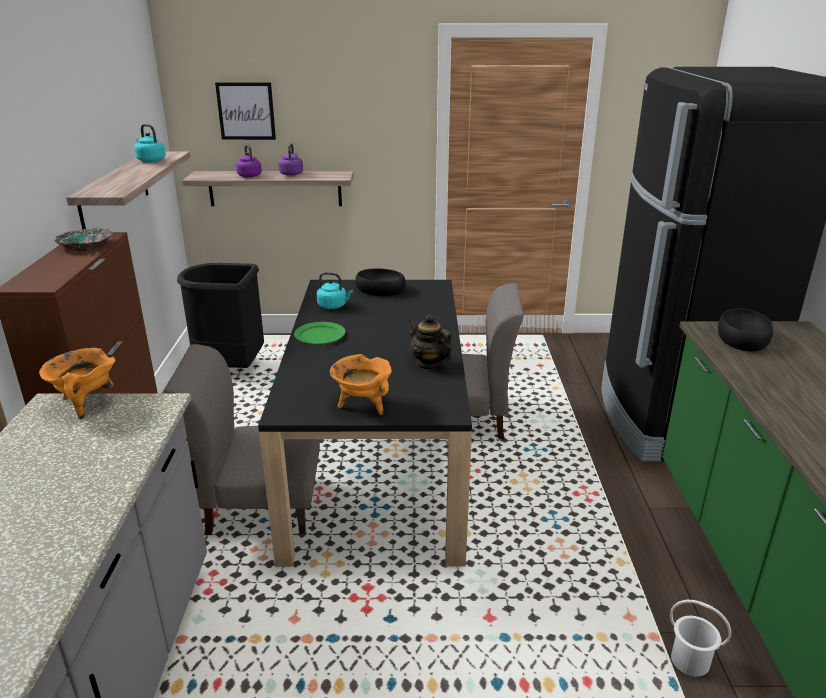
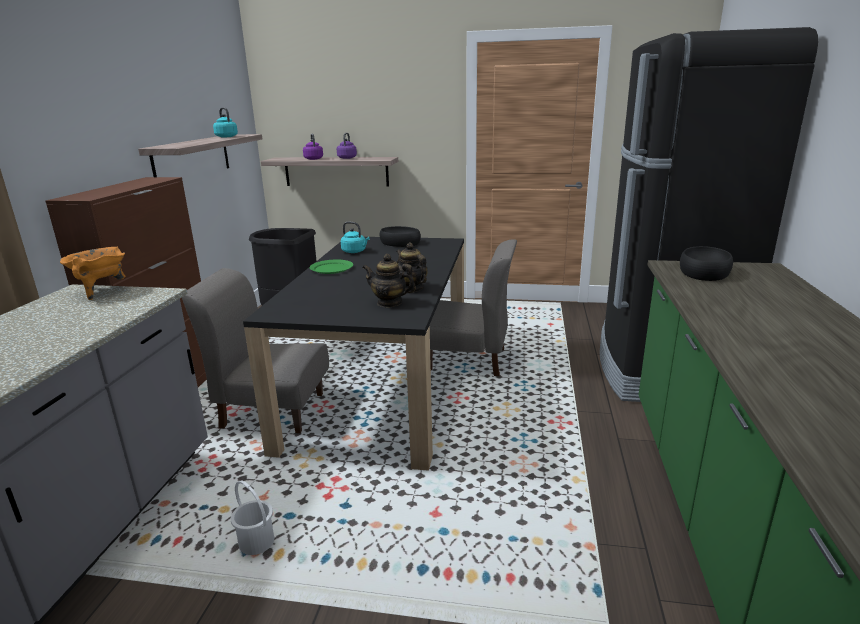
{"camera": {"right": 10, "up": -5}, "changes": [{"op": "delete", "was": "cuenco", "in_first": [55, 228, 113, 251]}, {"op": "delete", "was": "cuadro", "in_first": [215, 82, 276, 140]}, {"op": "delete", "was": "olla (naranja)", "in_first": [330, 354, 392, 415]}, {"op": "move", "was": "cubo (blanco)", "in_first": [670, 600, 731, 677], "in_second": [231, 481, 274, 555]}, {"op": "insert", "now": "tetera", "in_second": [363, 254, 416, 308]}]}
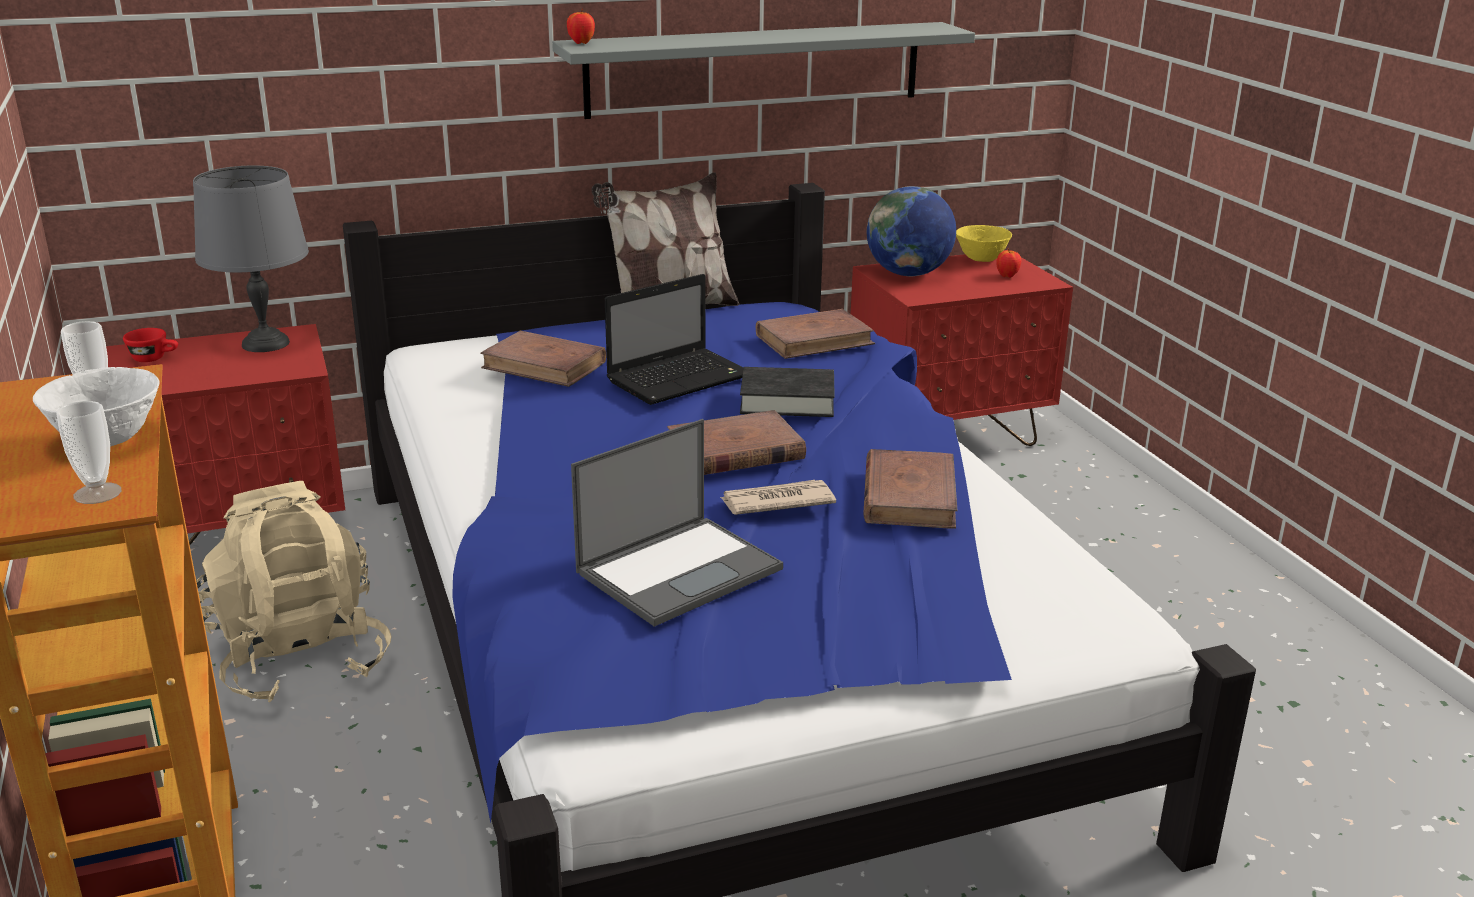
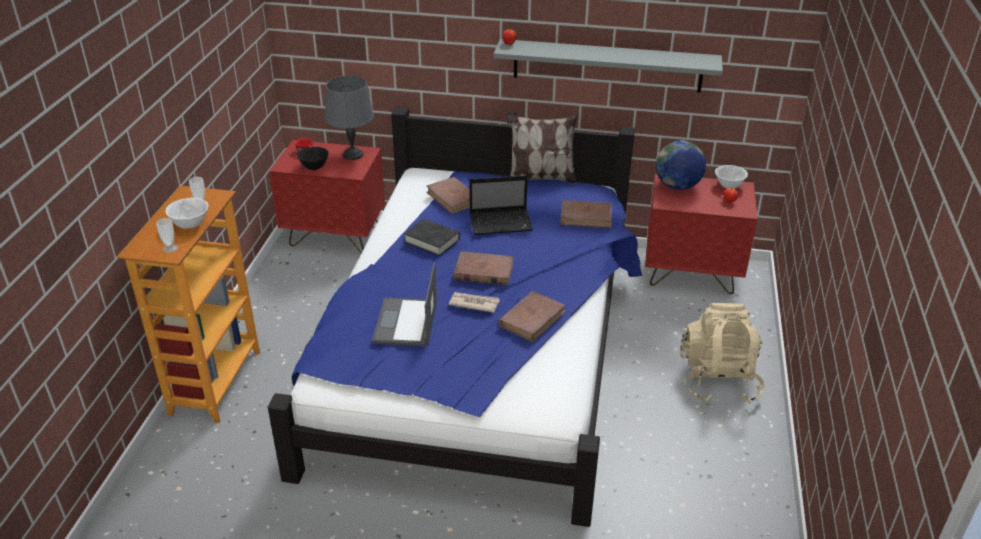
{"camera": {"right": 30, "up": 10}, "changes": [{"op": "move", "was": "mochila (beis)", "in_first": [196, 481, 392, 703], "in_second": [680, 303, 765, 404]}, {"op": "rotate", "was": "portátil", "in_first": [571, 419, 783, 627], "in_second": [372, 262, 437, 346], "clockwise": 105}, {"op": "move", "was": "libro (negro)", "in_first": [740, 367, 835, 417], "in_second": [404, 219, 460, 256]}, {"op": "recolor", "was": "cuenco (amarillo)", "now": "cuenco (blanco)", "in_first": [956, 225, 1012, 262], "in_second": [715, 165, 748, 189]}, {"op": "insert", "now": "cuenco (negro)", "in_second": [297, 147, 329, 170]}]}
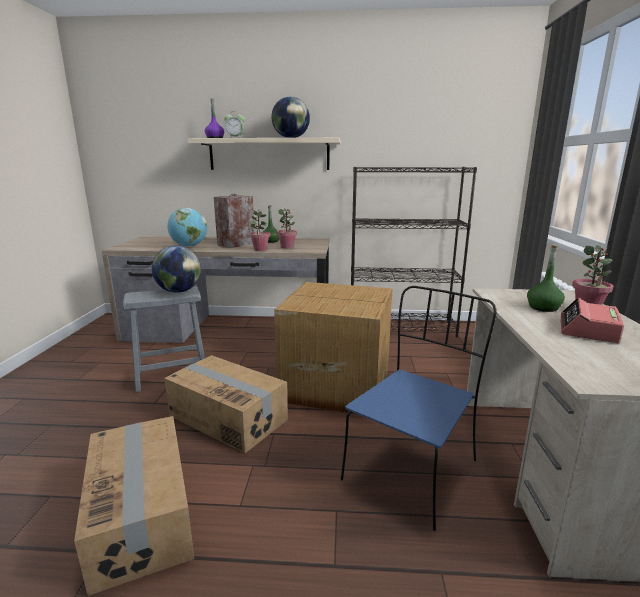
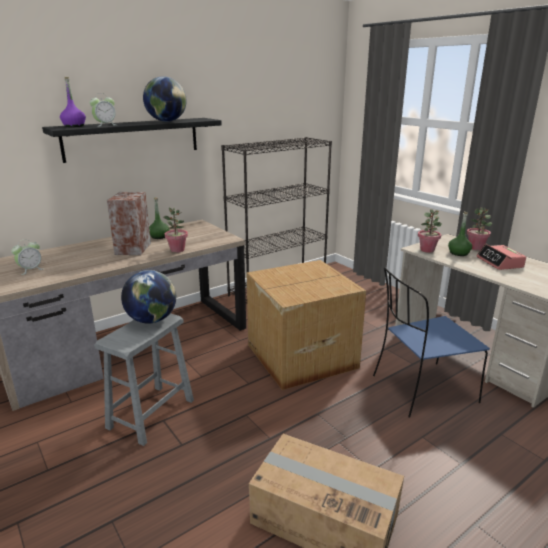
{"camera": {"right": -40, "up": 5}, "changes": [{"op": "delete", "was": "caja de cartón", "in_first": [164, 355, 288, 453]}, {"op": "delete", "was": "globo terráqueo", "in_first": [167, 208, 207, 247]}, {"op": "recolor", "was": "estante (beis)", "now": "estante (negro)", "in_first": [187, 138, 340, 170], "in_second": [42, 118, 222, 163]}, {"op": "move", "was": "planta en maceta", "in_first": [277, 208, 297, 249], "in_second": [418, 209, 442, 253]}, {"op": "rotate", "was": "silla (azul)", "in_first": [341, 286, 497, 531], "in_second": [373, 267, 490, 418], "clockwise": -105}, {"op": "insert", "now": "despertador", "in_second": [11, 239, 43, 275]}]}
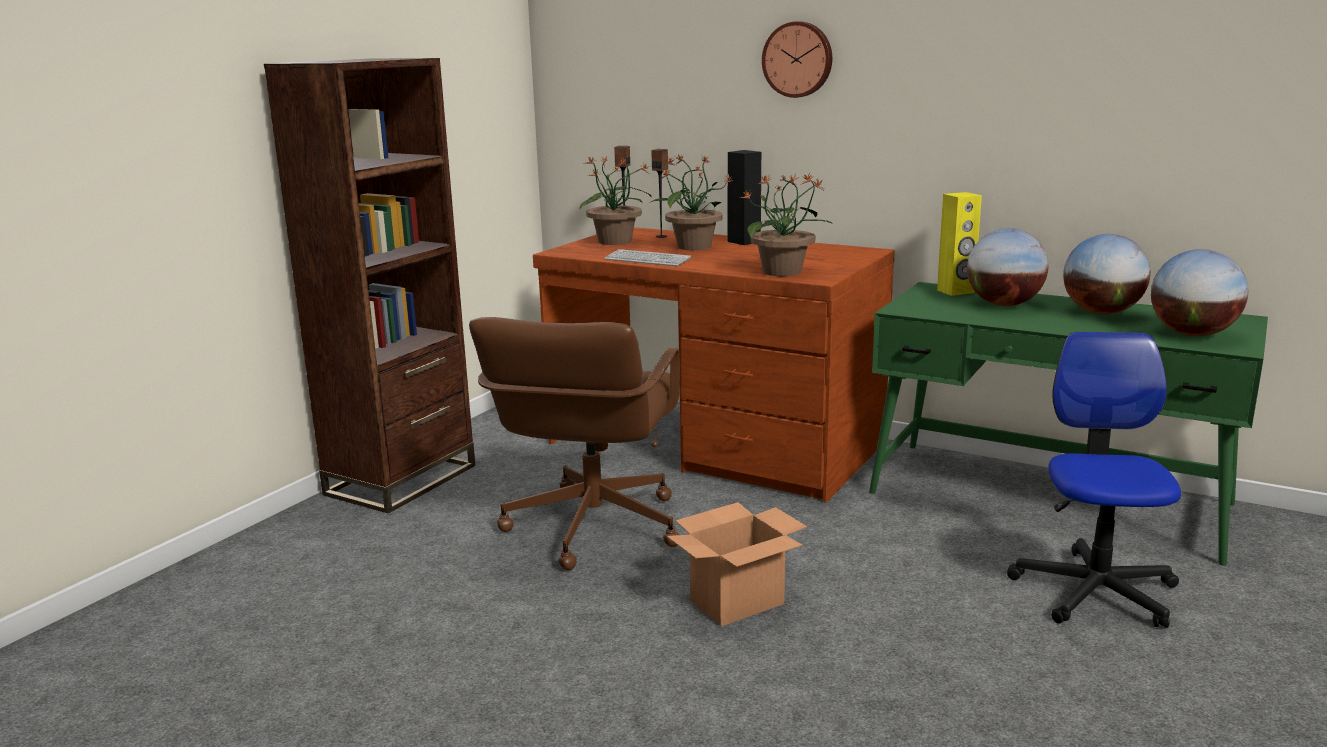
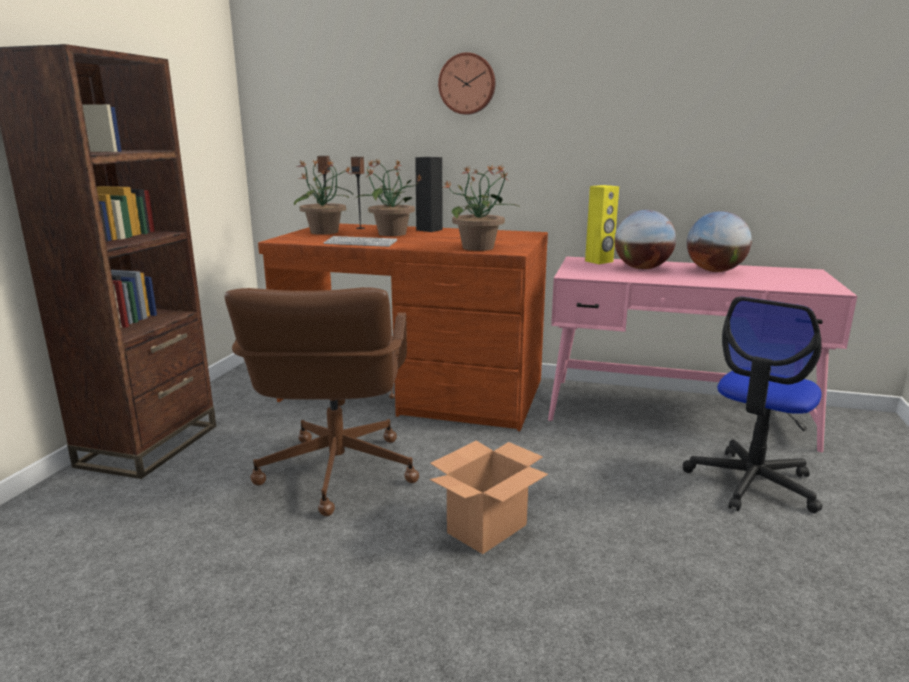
{"camera": {"right": -15, "up": 0}, "changes": [{"op": "recolor", "was": "escritorio (verde)", "now": "escritorio (rosa)", "in_first": [869, 282, 1268, 566], "in_second": [548, 256, 857, 452]}, {"op": "rotate", "was": "silla de oficina", "in_first": [1007, 332, 1181, 628], "in_second": [683, 297, 823, 513], "clockwise": -135}, {"op": "delete", "was": "globo terráqueo", "in_first": [1151, 249, 1248, 336]}]}
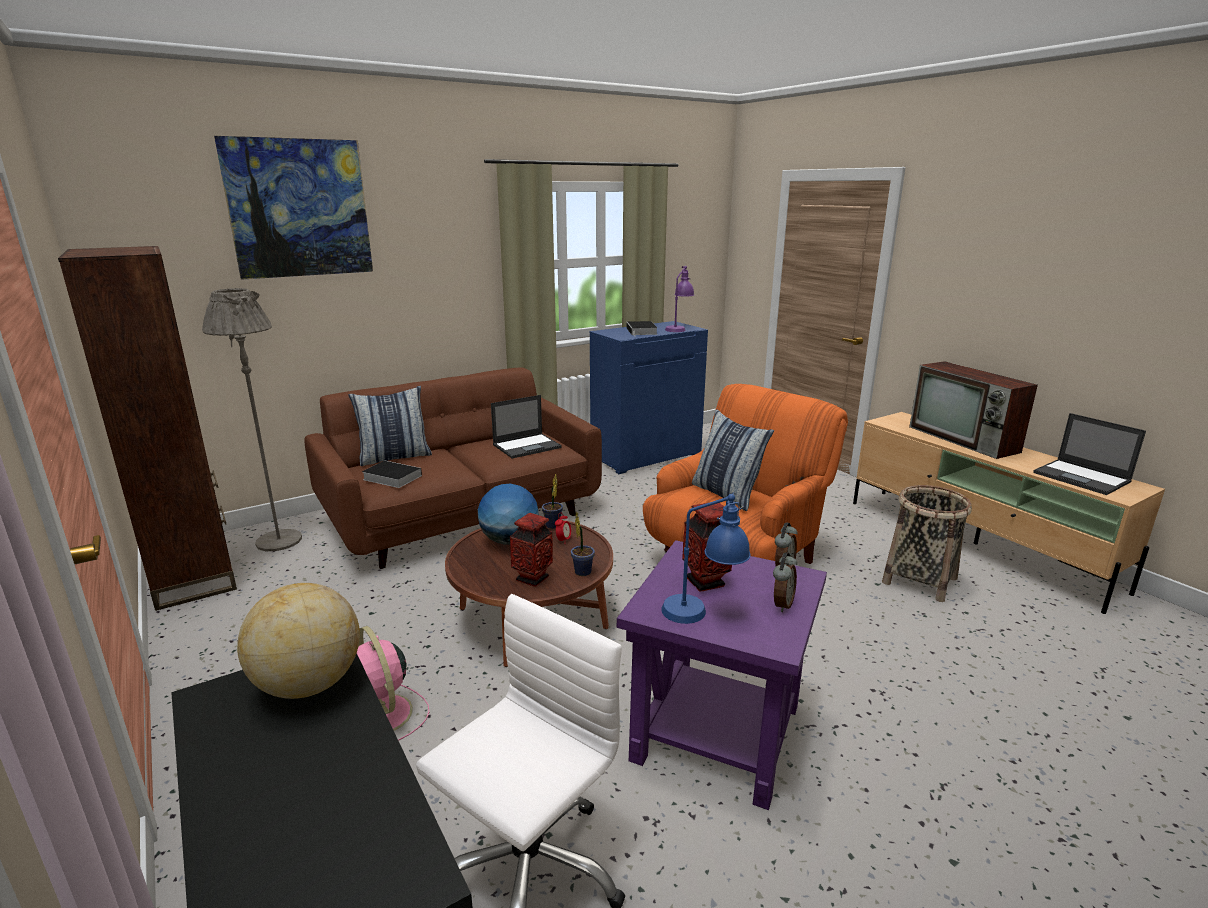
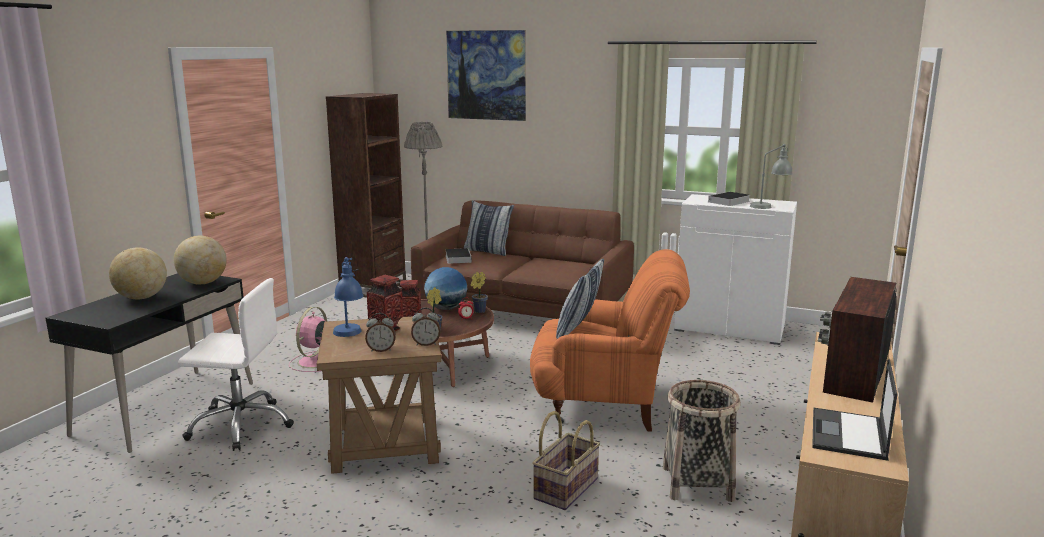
{"camera": {"right": 55, "up": -5}, "changes": [{"op": "delete", "was": "portátil", "in_first": [491, 395, 562, 459]}, {"op": "recolor", "was": "armario (azul)", "now": "armario (blanco)", "in_first": [590, 321, 708, 474], "in_second": [674, 194, 797, 345]}, {"op": "recolor", "was": "mesa auxiliar (morado)", "now": "mesa auxiliar (marrón)", "in_first": [617, 540, 827, 810], "in_second": [317, 315, 442, 474]}, {"op": "recolor", "was": "lámpara de mesa (morado)", "now": "lámpara de mesa (gris)", "in_first": [665, 266, 694, 332], "in_second": [750, 144, 793, 209]}, {"op": "insert", "now": "globo terráqueo", "in_second": [109, 247, 167, 299]}, {"op": "insert", "now": "cesta", "in_second": [532, 411, 600, 510]}]}
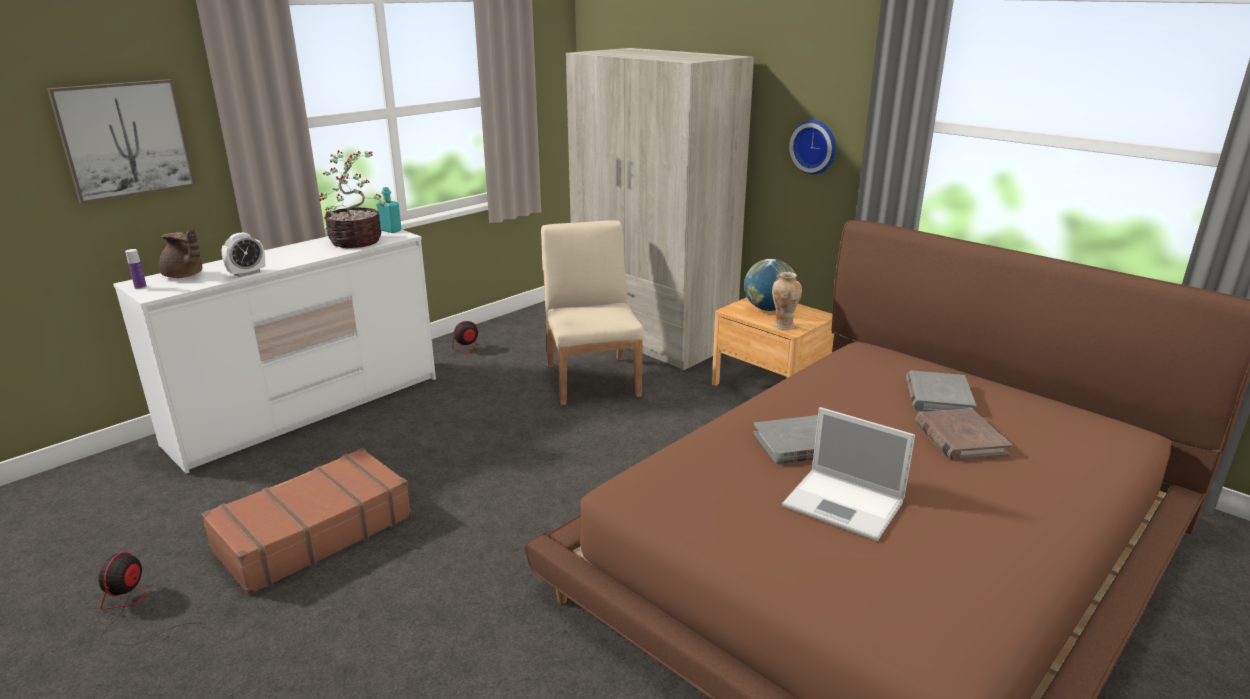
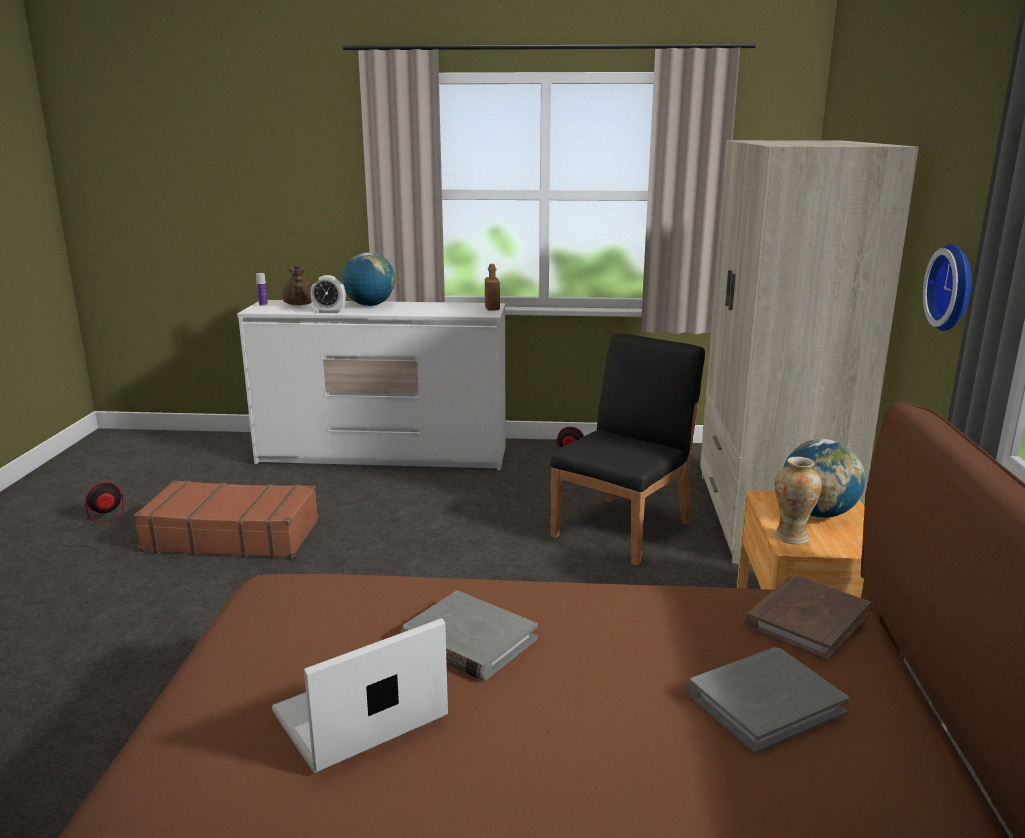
{"camera": {"right": 50, "up": -5}, "changes": [{"op": "delete", "was": "cuadro", "in_first": [47, 79, 195, 204]}, {"op": "delete", "was": "planta en maceta", "in_first": [320, 150, 390, 248]}, {"op": "recolor", "was": "botella (turquesa)", "now": "botella (marrón)", "in_first": [376, 187, 402, 233], "in_second": [485, 264, 500, 311]}, {"op": "recolor", "was": "silla (beis)", "now": "silla (negro)", "in_first": [541, 220, 644, 405], "in_second": [550, 333, 705, 565]}, {"op": "rotate", "was": "portátil", "in_first": [782, 407, 915, 541], "in_second": [272, 618, 448, 773], "clockwise": 60}, {"op": "move", "was": "libro (marrón)", "in_first": [915, 408, 1012, 461], "in_second": [744, 575, 871, 661]}, {"op": "insert", "now": "globo terráqueo", "in_second": [342, 252, 395, 306]}]}
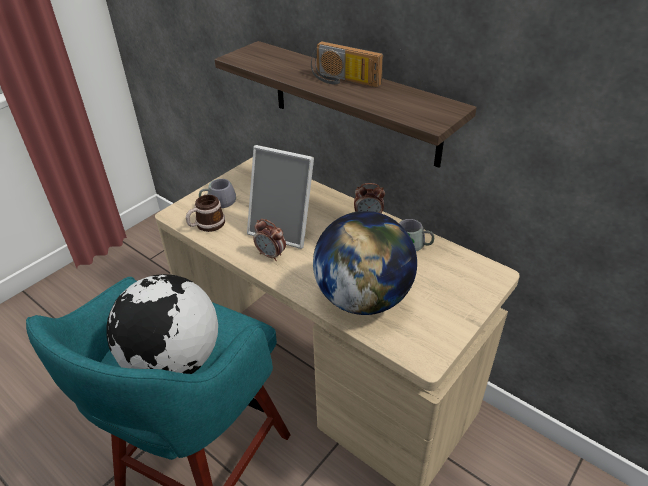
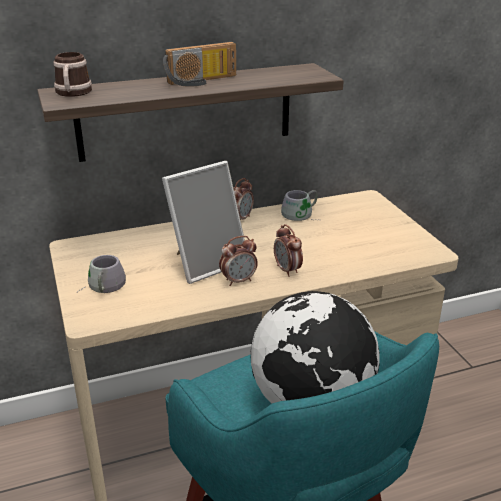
{"camera": {"right": -60, "up": -10}, "changes": [{"op": "move", "was": "taza grande", "in_first": [186, 195, 225, 232], "in_second": [53, 52, 92, 97]}, {"op": "delete", "was": "globo terráqueo", "in_first": [313, 211, 417, 315]}, {"op": "insert", "now": "despertador", "in_second": [274, 224, 303, 277]}]}
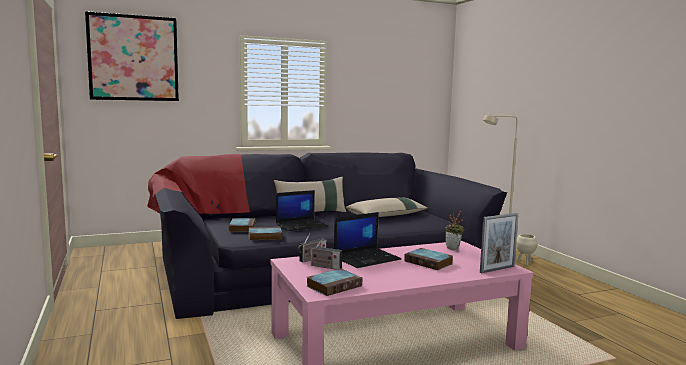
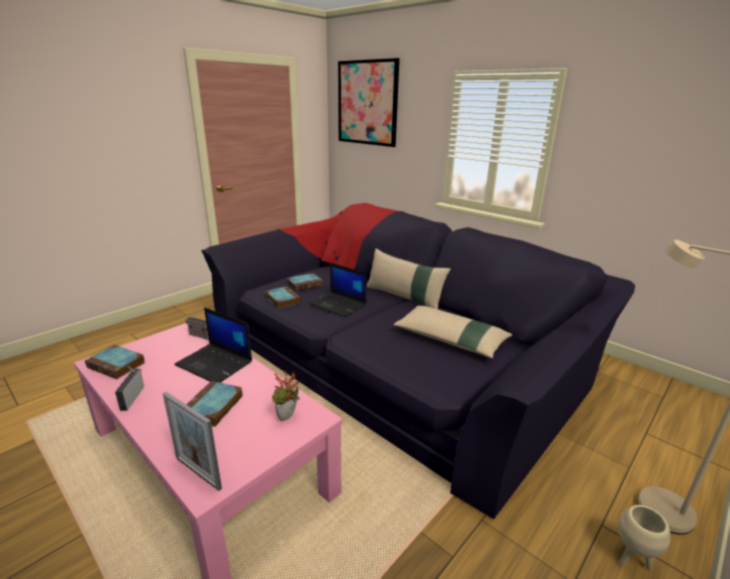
{"camera": {"right": 65, "up": 15}, "changes": [{"op": "move", "was": "radio", "in_first": [309, 238, 342, 270], "in_second": [115, 366, 144, 411]}]}
